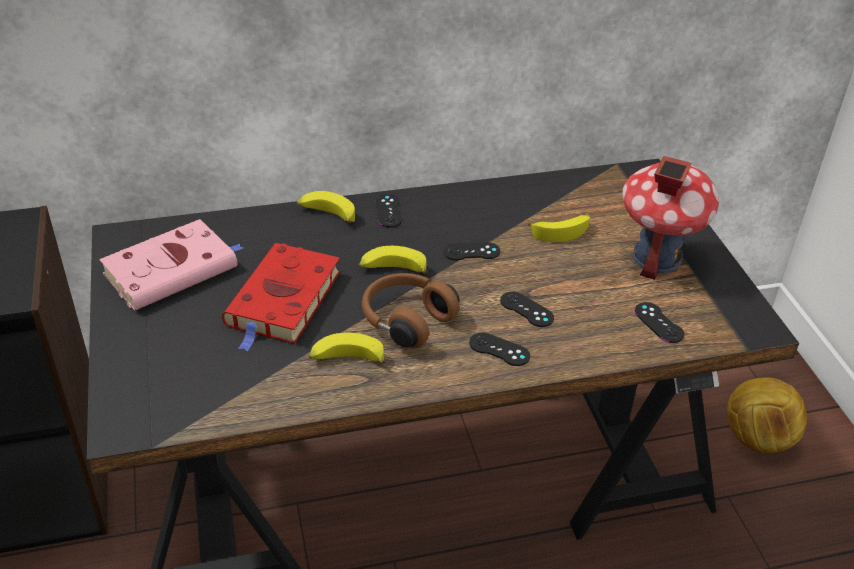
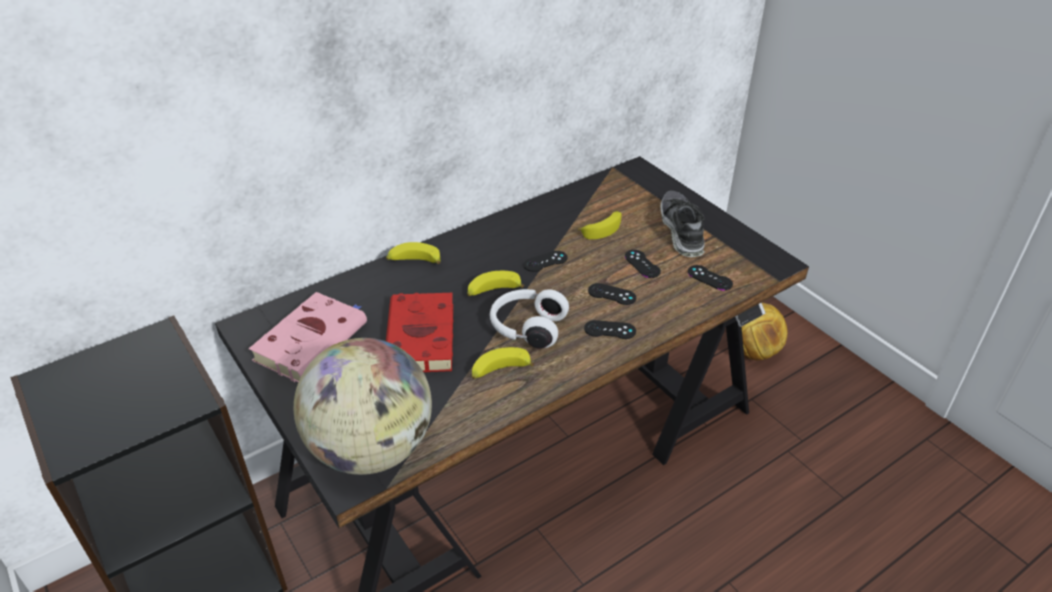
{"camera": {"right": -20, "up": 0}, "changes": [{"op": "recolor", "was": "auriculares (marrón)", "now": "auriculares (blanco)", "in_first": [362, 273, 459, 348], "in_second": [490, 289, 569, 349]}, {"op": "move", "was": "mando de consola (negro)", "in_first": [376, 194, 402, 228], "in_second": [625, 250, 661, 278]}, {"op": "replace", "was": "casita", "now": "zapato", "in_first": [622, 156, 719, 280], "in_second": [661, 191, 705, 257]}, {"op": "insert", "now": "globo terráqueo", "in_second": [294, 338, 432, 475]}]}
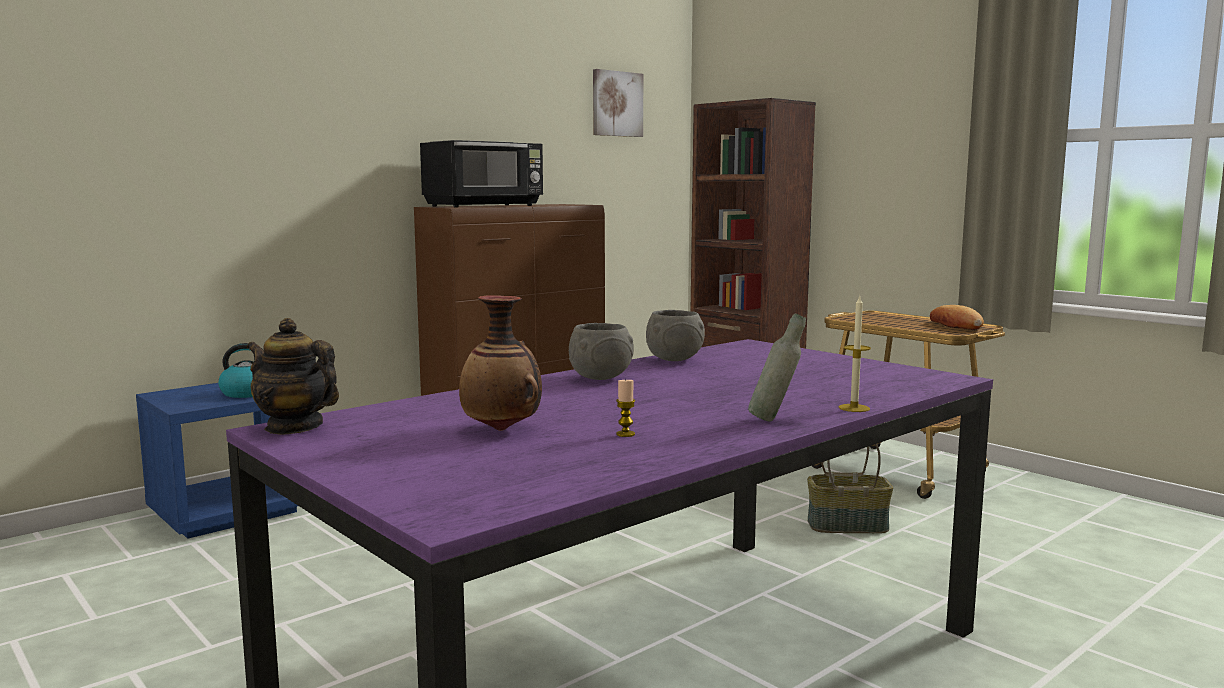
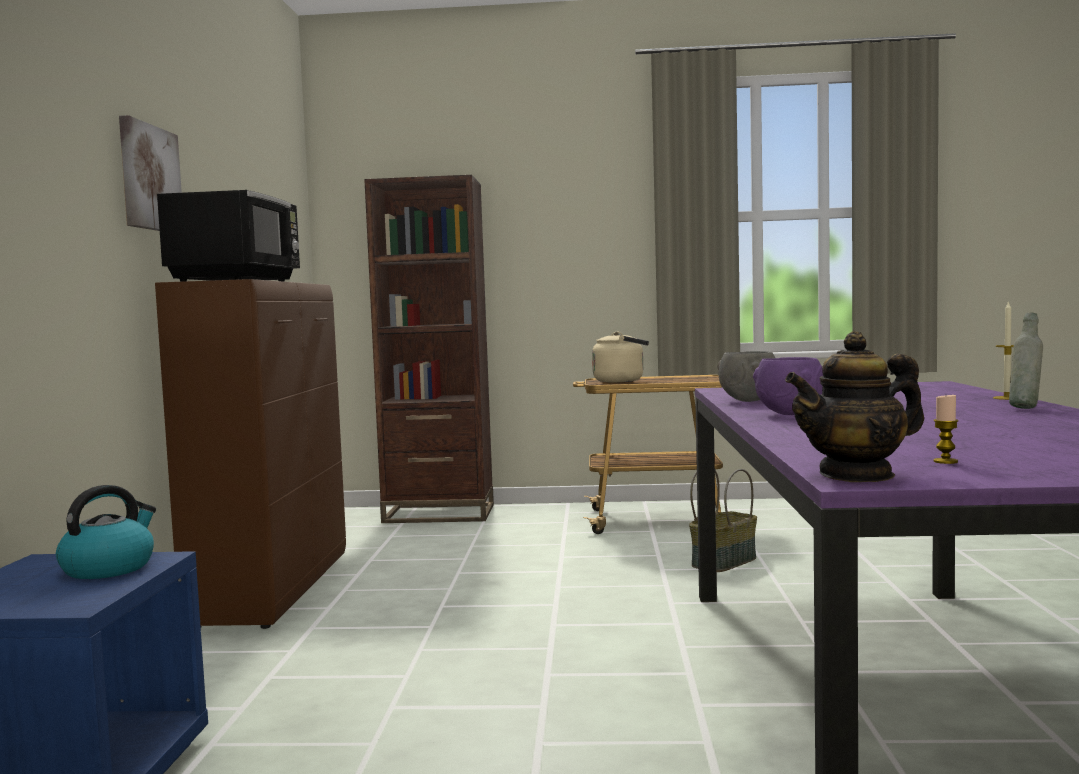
{"camera": {"right": -45, "up": -5}, "changes": [{"op": "delete", "was": "florero", "in_first": [459, 295, 542, 431]}, {"op": "recolor", "was": "cuenco (gris)", "now": "cuenco (morado)", "in_first": [569, 323, 634, 380], "in_second": [753, 357, 823, 415]}, {"op": "move", "was": "cuadro", "in_first": [593, 69, 643, 137], "in_second": [119, 115, 182, 231]}, {"op": "move", "was": "vela", "in_first": [616, 380, 635, 437], "in_second": [934, 395, 958, 464]}, {"op": "delete", "was": "pan", "in_first": [930, 305, 984, 330]}, {"op": "insert", "now": "hervidor (beis)", "in_second": [592, 332, 649, 383]}]}
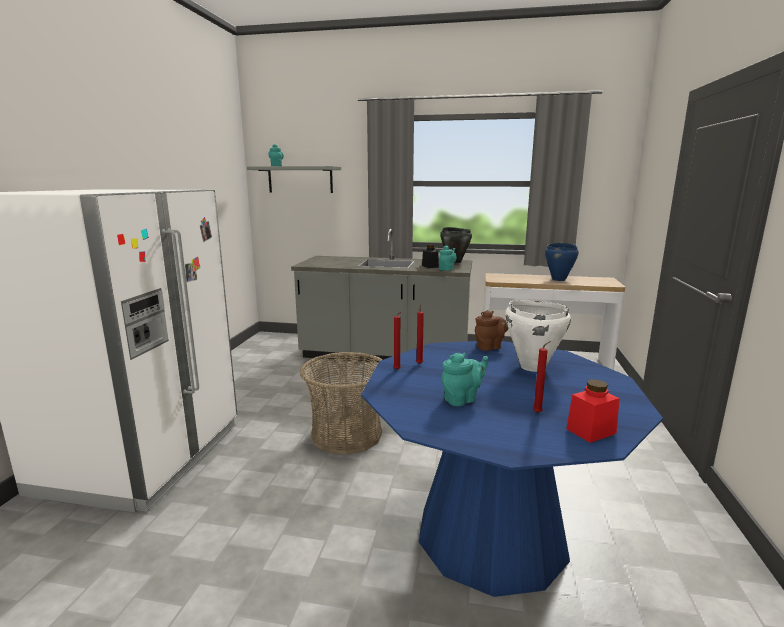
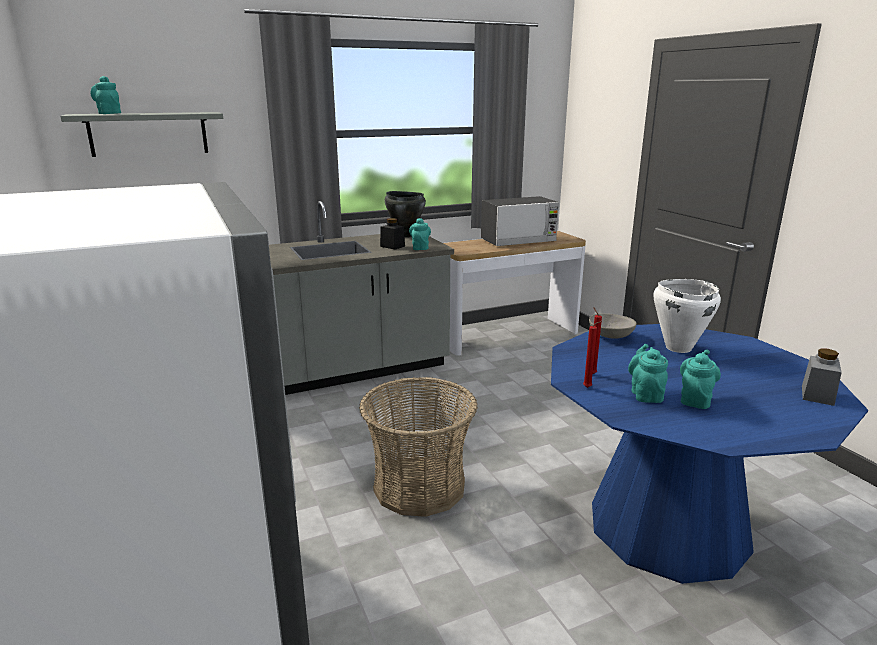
{"camera": {"right": -35, "up": 5}, "changes": [{"op": "replace", "was": "tetera (marrón)", "now": "cuenco (gris)", "in_first": [475, 310, 508, 351], "in_second": [589, 313, 637, 339]}, {"op": "delete", "was": "vela (rojo)", "in_first": [533, 341, 551, 413]}, {"op": "replace", "was": "olla (azul)", "now": "microondas", "in_first": [545, 243, 579, 281], "in_second": [481, 196, 559, 246]}, {"op": "recolor", "was": "tarro (rojo)", "now": "tarro (gris)", "in_first": [566, 379, 620, 443], "in_second": [802, 348, 842, 406]}, {"op": "insert", "now": "tetera (turquesa)", "in_second": [628, 344, 668, 403]}]}
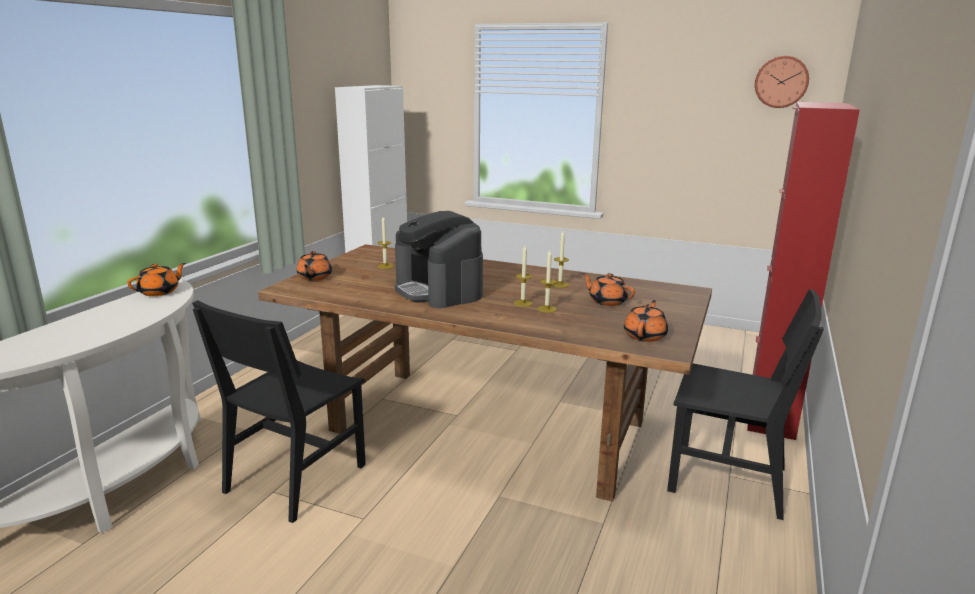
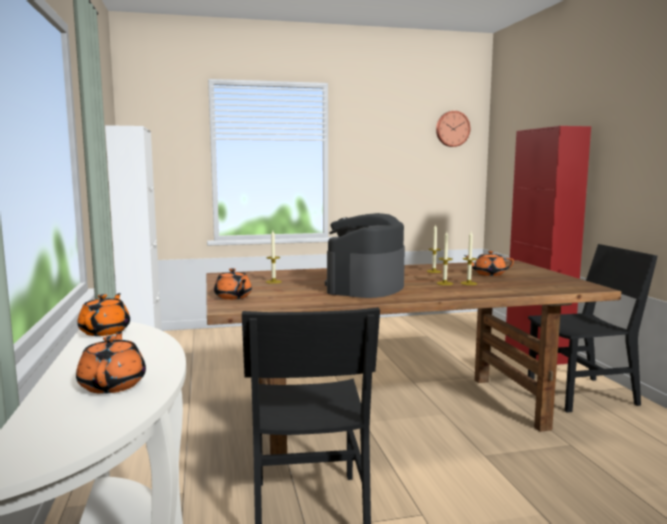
{"camera": {"right": -35, "up": -10}, "changes": [{"op": "rotate", "was": "cafetera", "in_first": [395, 211, 483, 308], "in_second": [325, 213, 405, 298], "clockwise": 90}, {"op": "move", "was": "tetera (naranja)", "in_first": [624, 300, 668, 342], "in_second": [76, 331, 146, 394]}]}
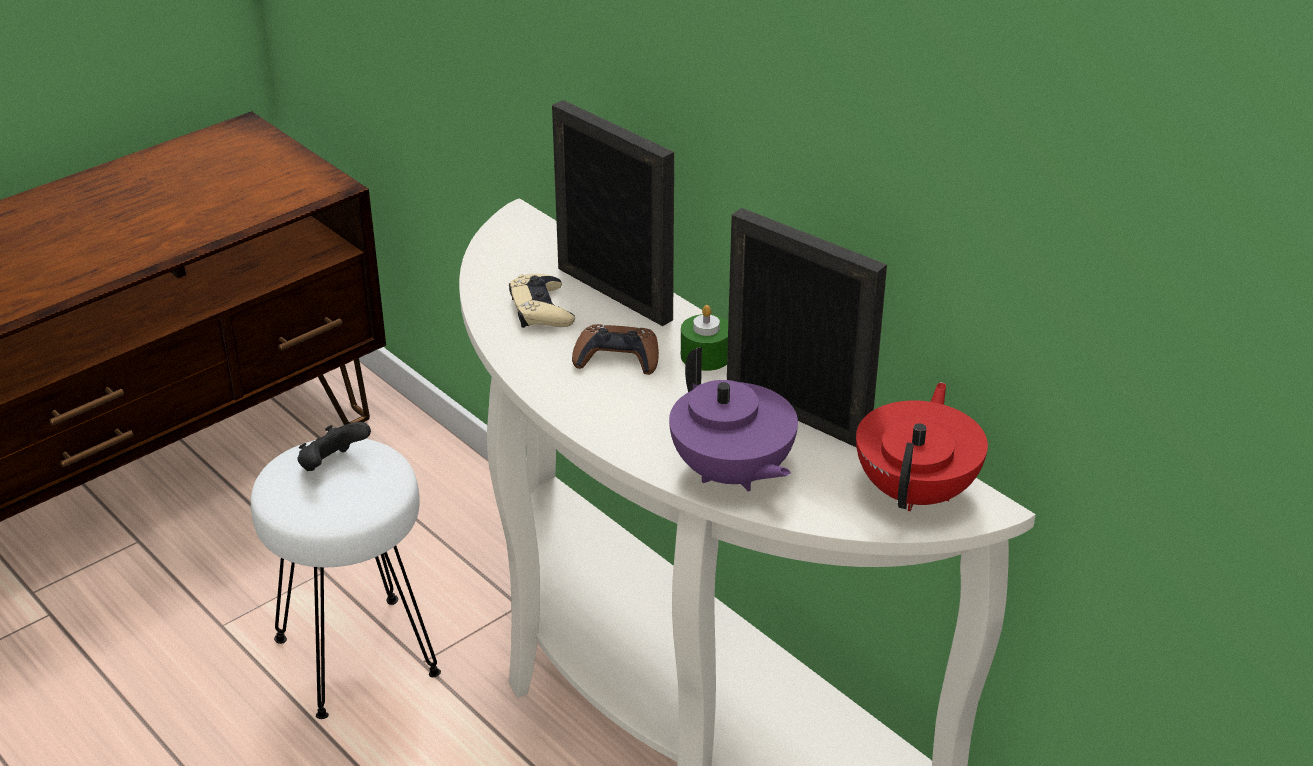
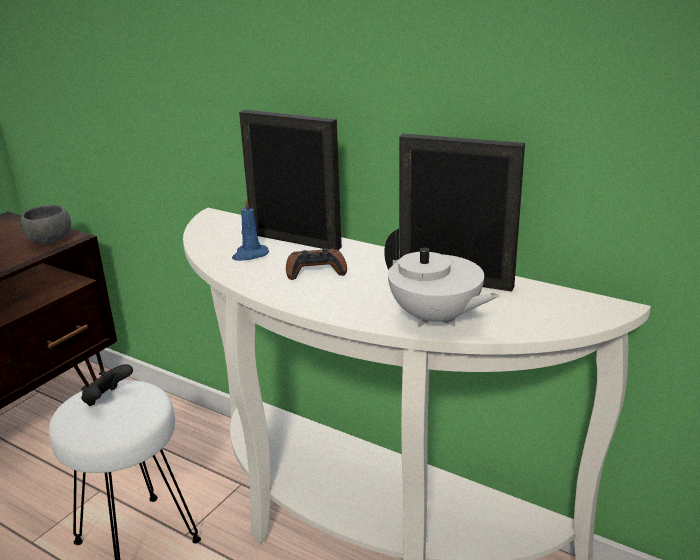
{"camera": {"right": -15, "up": -10}, "changes": [{"op": "replace", "was": "mando de consola (beis)", "now": "vela (azul)", "in_first": [509, 274, 575, 328], "in_second": [232, 198, 269, 261]}, {"op": "recolor", "was": "tetera (morado)", "now": "tetera (blanco)", "in_first": [669, 347, 798, 491], "in_second": [384, 229, 499, 327]}, {"op": "delete", "was": "vela (verde)", "in_first": [681, 305, 728, 371]}, {"op": "delete", "was": "tetera (rojo)", "in_first": [856, 382, 988, 511]}, {"op": "insert", "now": "cuenco (gris)", "in_second": [20, 205, 71, 244]}]}
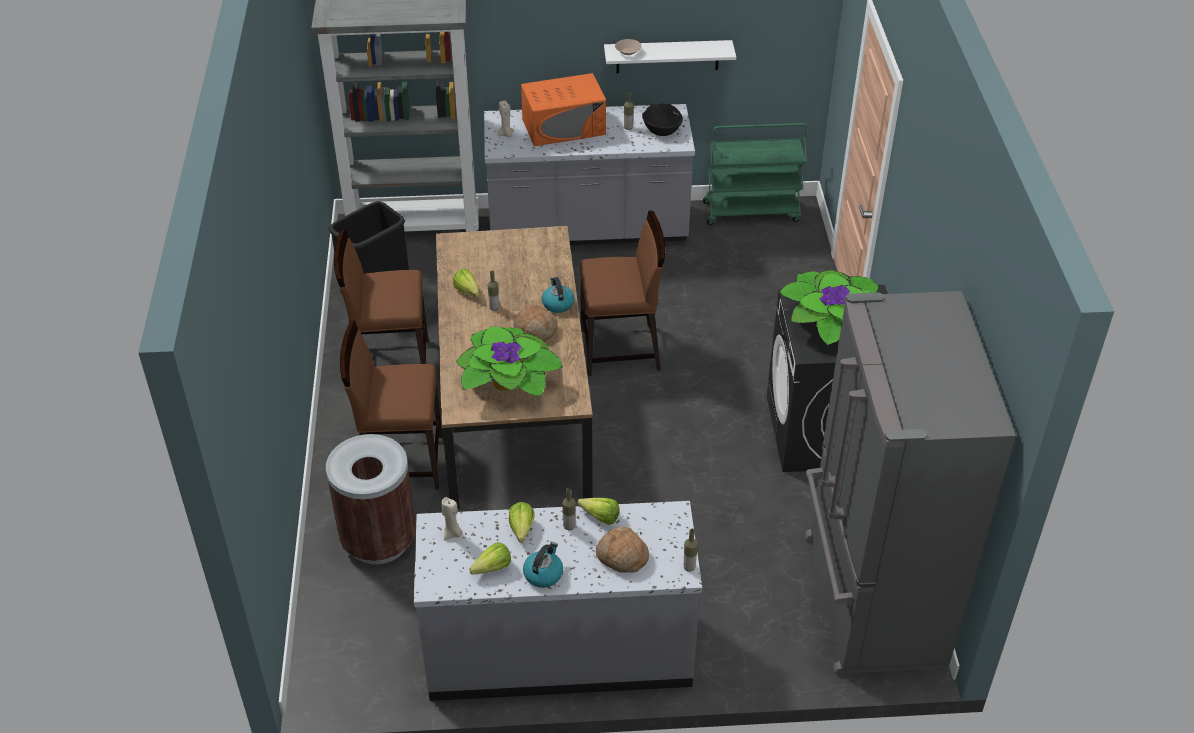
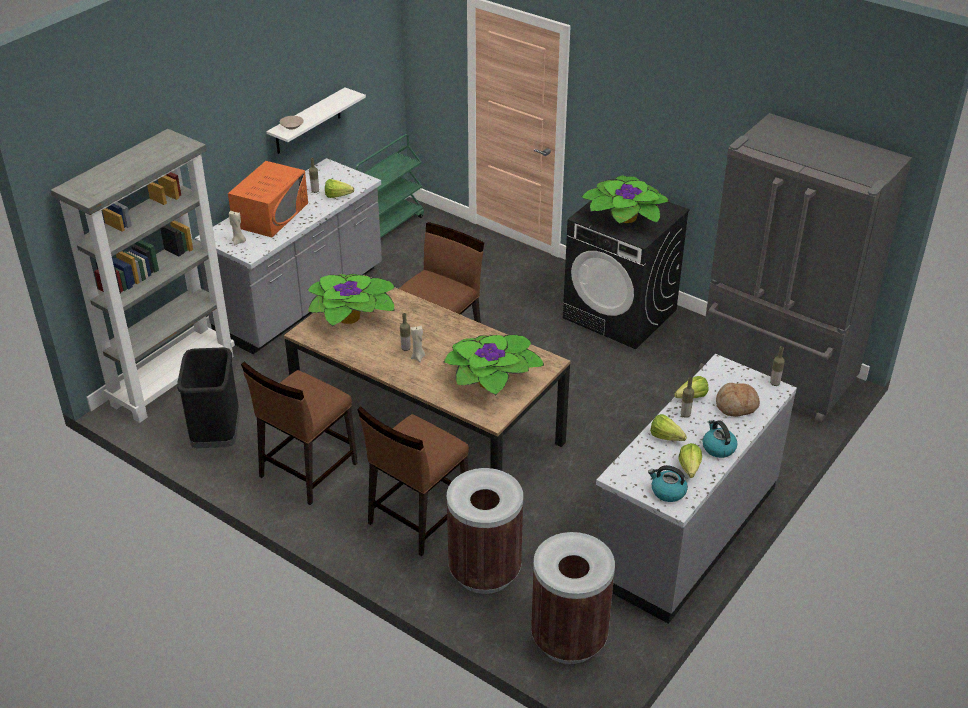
{"camera": {"right": -50, "up": -5}, "changes": [{"op": "move", "was": "vela (beis)", "in_first": [441, 497, 463, 541], "in_second": [411, 326, 425, 362]}, {"op": "move", "was": "lechuga", "in_first": [453, 269, 479, 297], "in_second": [325, 179, 354, 198]}, {"op": "delete", "was": "pan", "in_first": [514, 305, 558, 341]}, {"op": "move", "was": "hervidor", "in_first": [542, 277, 575, 313], "in_second": [648, 465, 688, 502]}, {"op": "delete", "was": "cuenco (negro)", "in_first": [642, 103, 683, 136]}, {"op": "insert", "now": "planta en maceta", "in_second": [307, 274, 395, 326]}, {"op": "insert", "now": "papelera (marrón)", "in_second": [531, 532, 615, 664]}]}
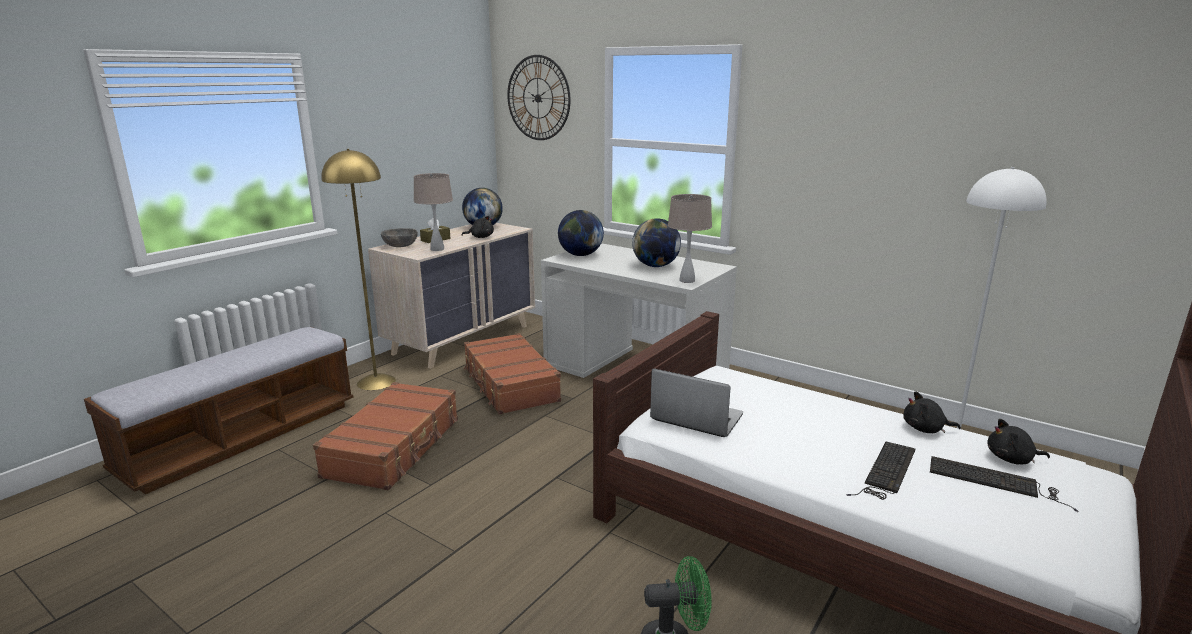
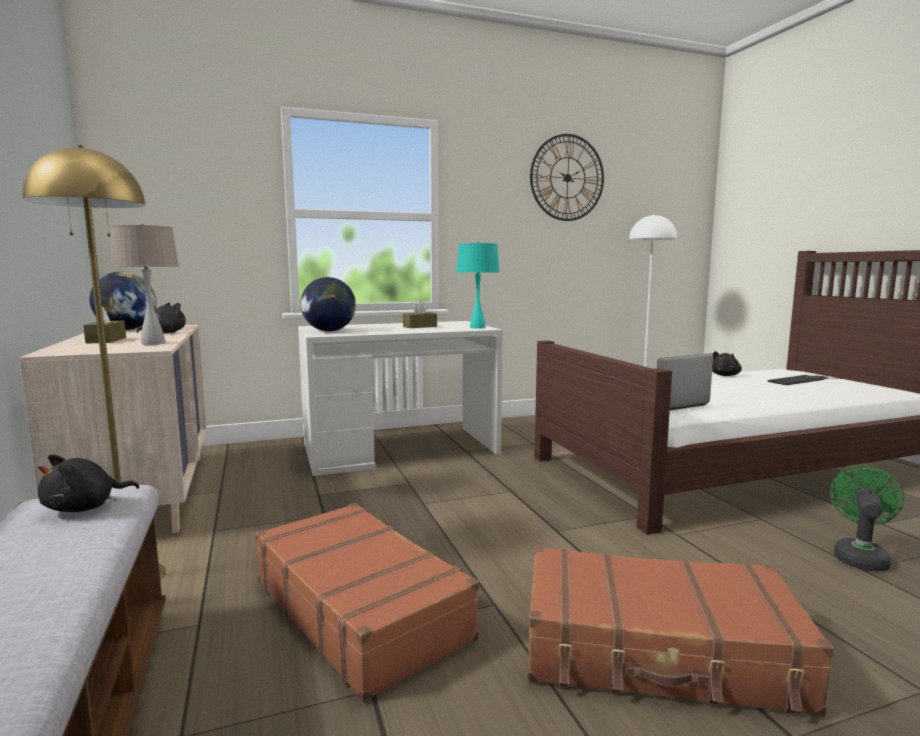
{"camera": {"right": -55, "up": -10}, "changes": [{"op": "delete", "was": "cuenco (gris)", "in_first": [381, 228, 418, 247]}, {"op": "move", "was": "maleta (marrón)", "in_first": [464, 333, 561, 415], "in_second": [528, 546, 834, 717]}, {"op": "move", "was": "reloj de pared", "in_first": [507, 55, 571, 140], "in_second": [530, 134, 604, 221]}, {"op": "replace", "was": "globo terráqueo", "now": "caja de pañuelos (marrón)", "in_first": [632, 218, 681, 267], "in_second": [403, 301, 437, 328]}, {"op": "recolor", "was": "lámpara de mesa (beis)", "now": "lámpara de mesa (turquesa)", "in_first": [668, 194, 712, 283], "in_second": [457, 242, 499, 329]}, {"op": "delete", "was": "teclado", "in_first": [846, 442, 915, 500]}, {"op": "move", "was": "peluche (negro)", "in_first": [987, 419, 1050, 464], "in_second": [38, 454, 139, 512]}]}
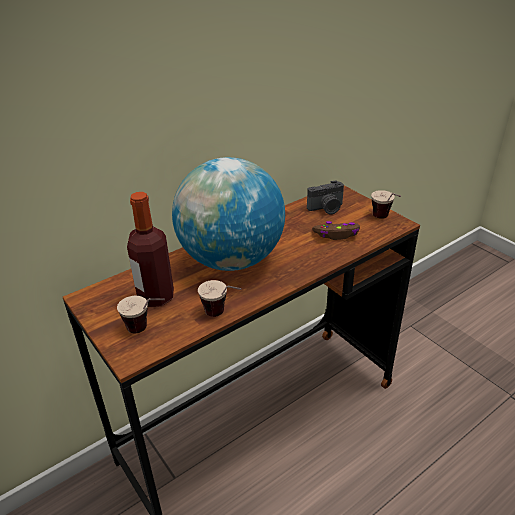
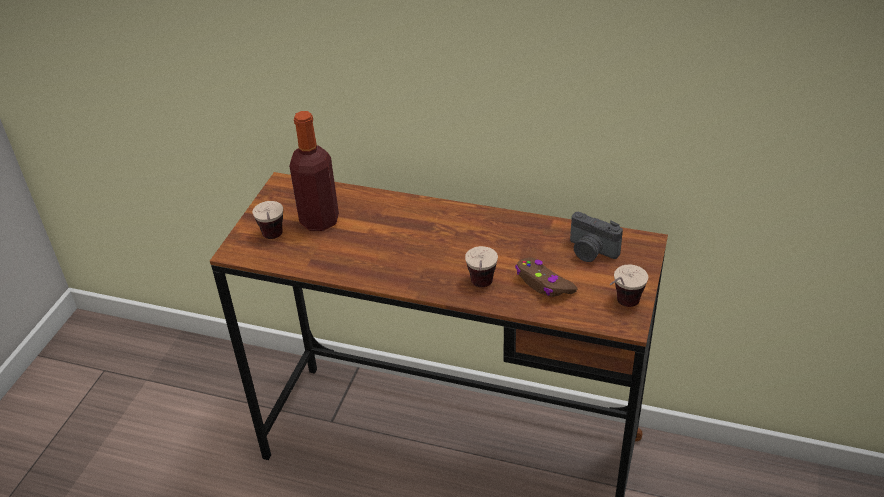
{"camera": {"right": 55, "up": 5}, "changes": [{"op": "delete", "was": "globo terráqueo", "in_first": [172, 157, 285, 271]}, {"op": "move", "was": "taza", "in_first": [198, 280, 242, 317], "in_second": [465, 246, 498, 287]}]}
